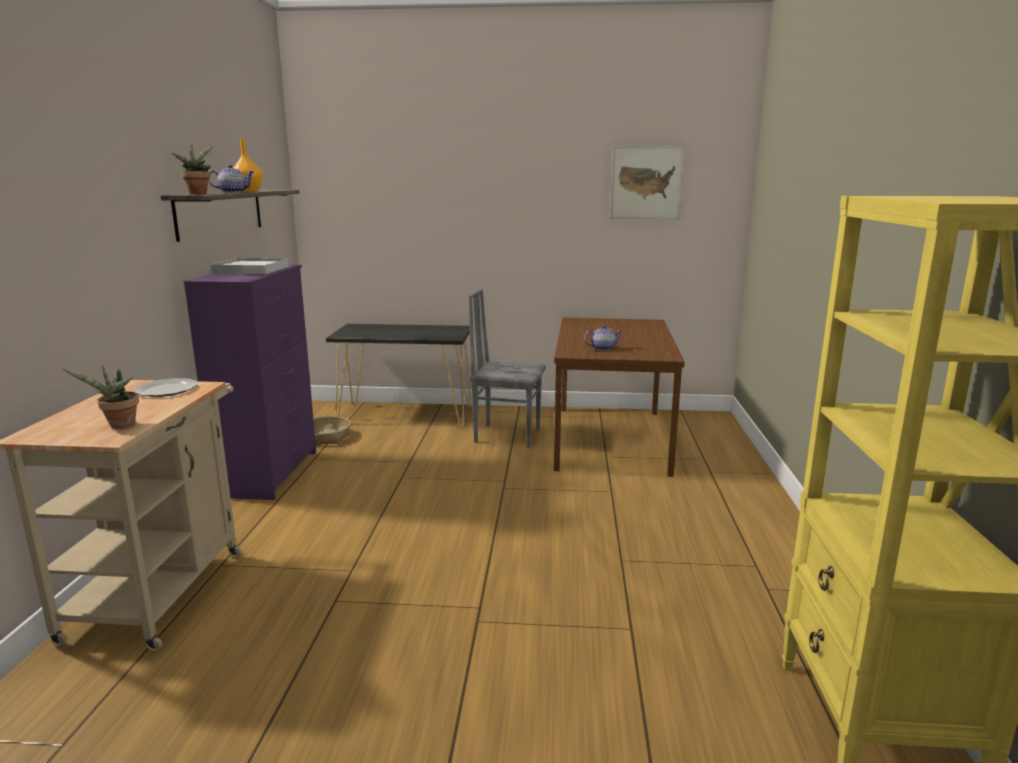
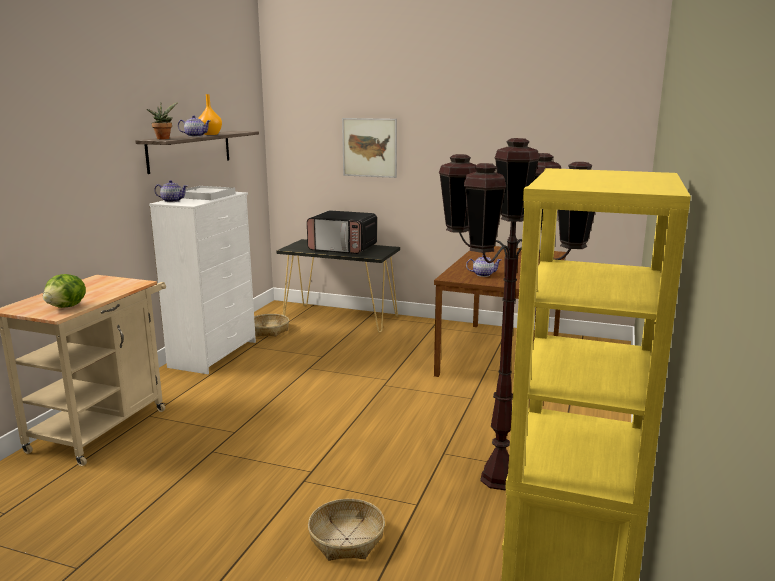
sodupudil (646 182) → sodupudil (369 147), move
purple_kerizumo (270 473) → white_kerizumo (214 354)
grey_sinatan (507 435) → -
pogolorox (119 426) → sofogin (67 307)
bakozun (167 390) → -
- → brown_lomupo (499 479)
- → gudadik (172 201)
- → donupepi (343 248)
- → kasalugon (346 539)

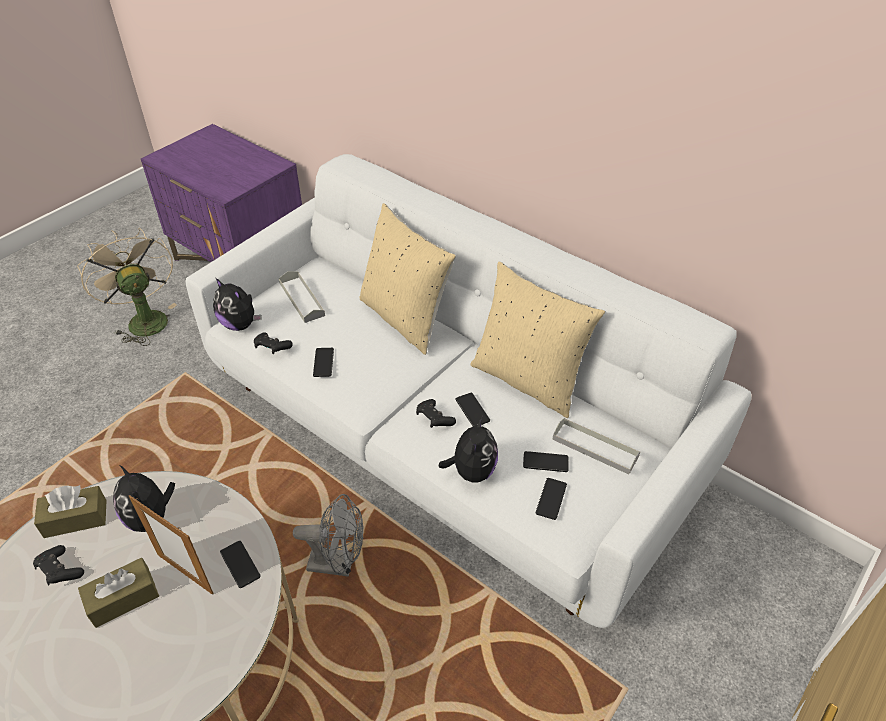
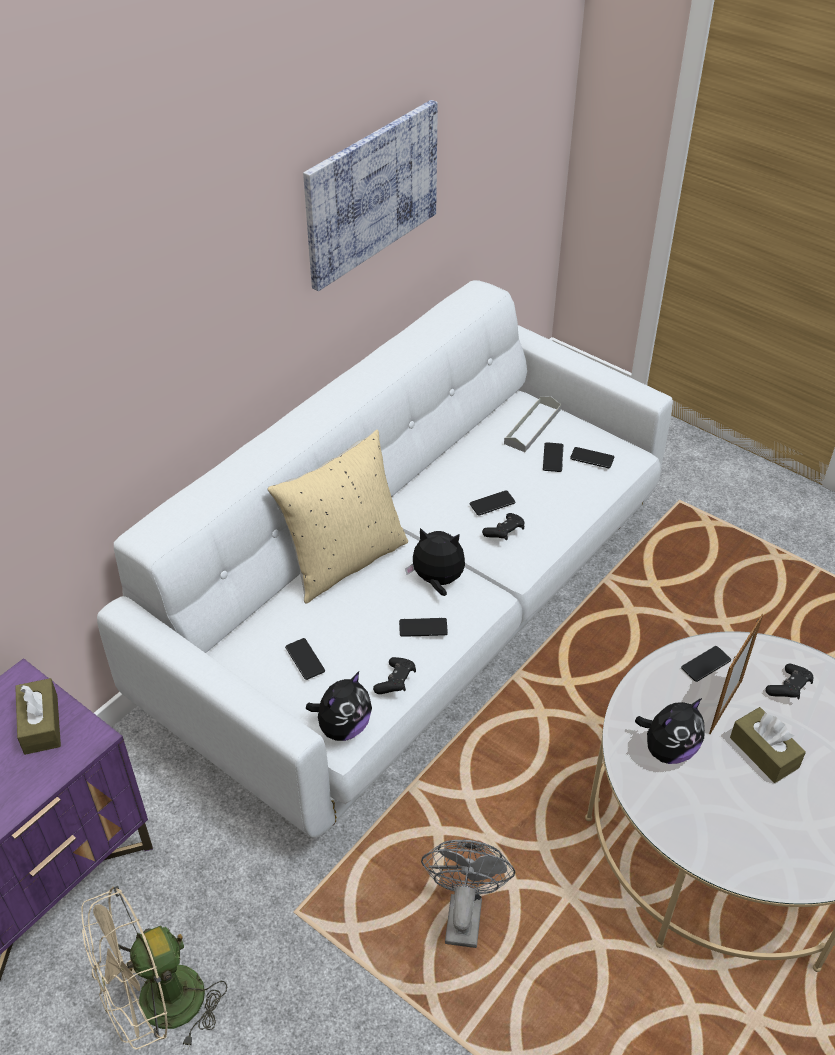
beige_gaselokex (528 380) → -
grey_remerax (301 299) → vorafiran (305 659)
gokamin (472 471) → gokamin (437 581), move
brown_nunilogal (75 519) → brown_nunilogal (41 724), move
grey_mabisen (338 563) → grey_mabisen (463 913), move
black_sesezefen (60 571) → black_sesezefen (789 688), move
- → sodupudil (371 193)

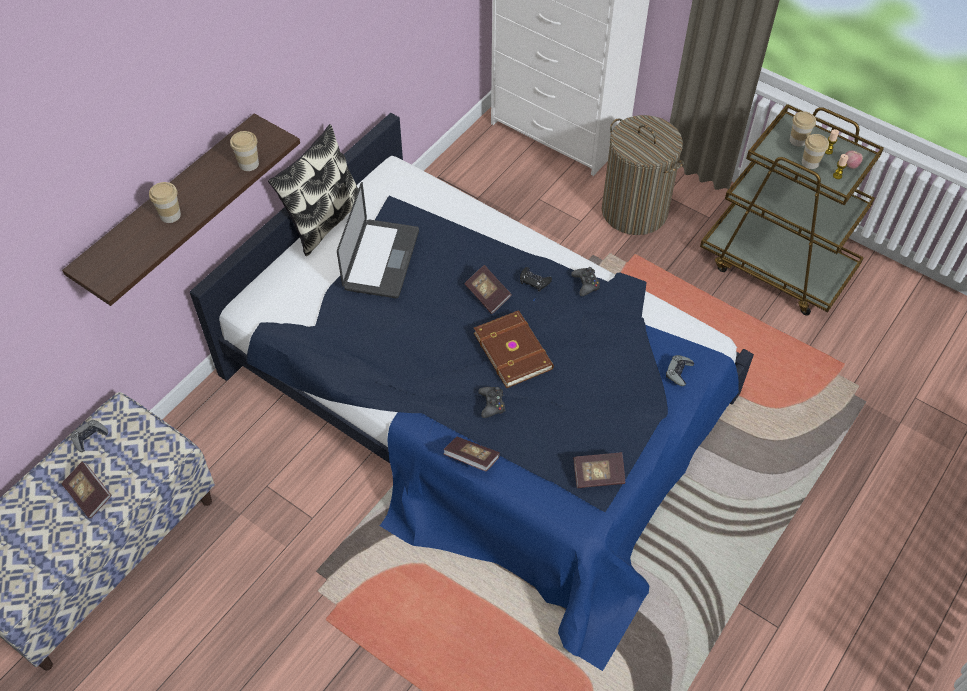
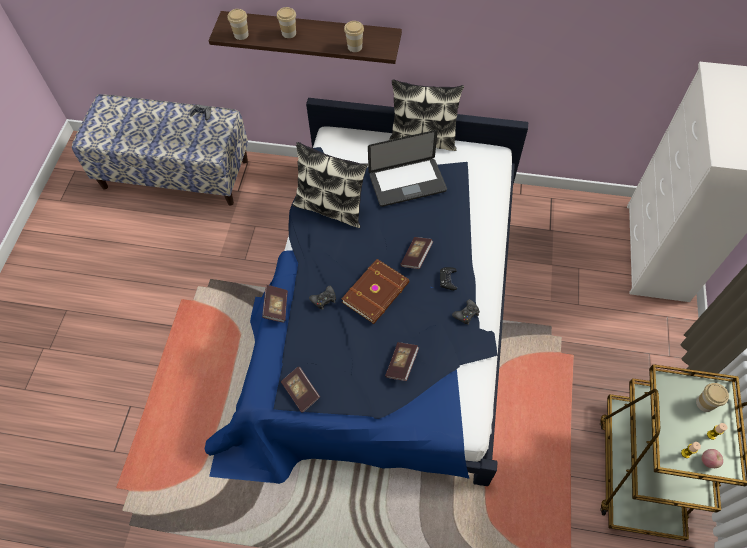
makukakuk (634 211) → -
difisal (810 162) → difisal (241 35), move
grey_sesezefen (678 372) → -
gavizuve (89 495) → gavizuve (401 364), move
- → gaselokex (331 207)

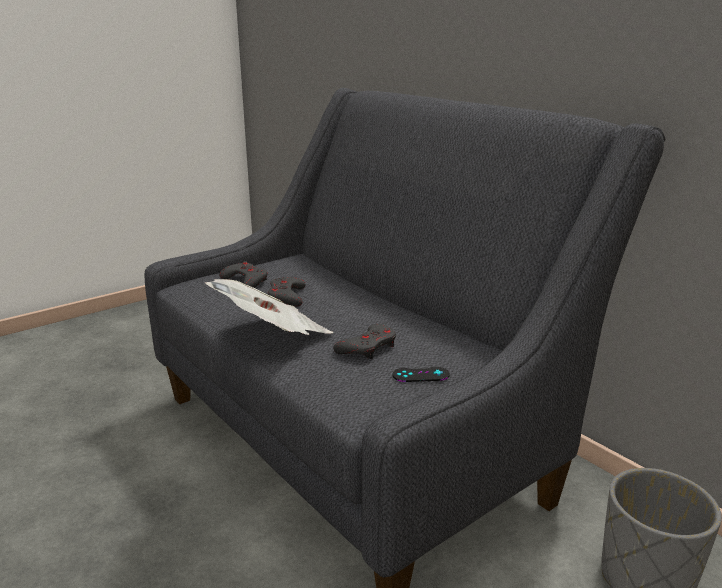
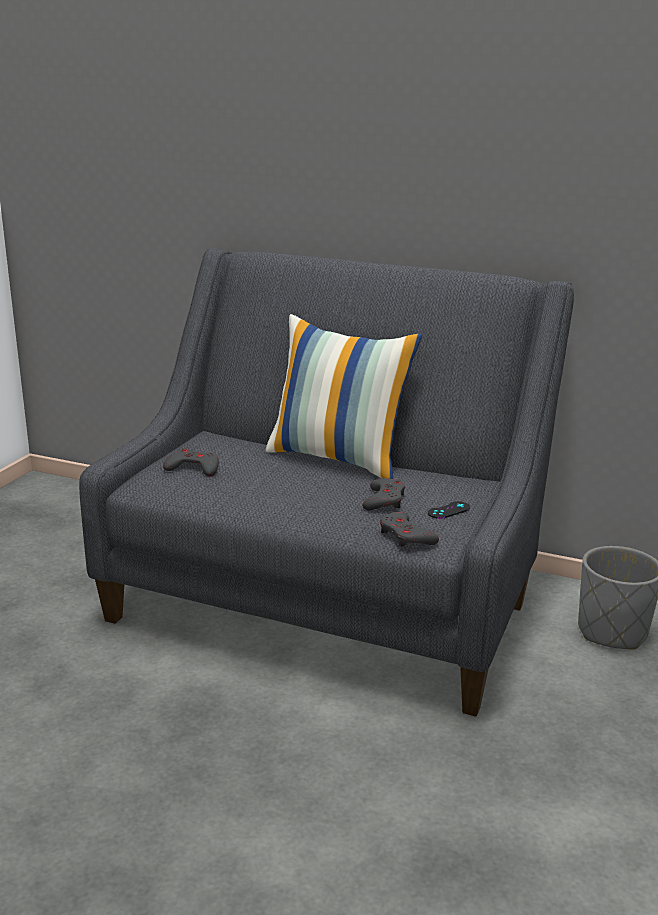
grey_sesezefen (286 297) → grey_sesezefen (406 536), move
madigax (273 336) → -
- → gaselokex (338 458)

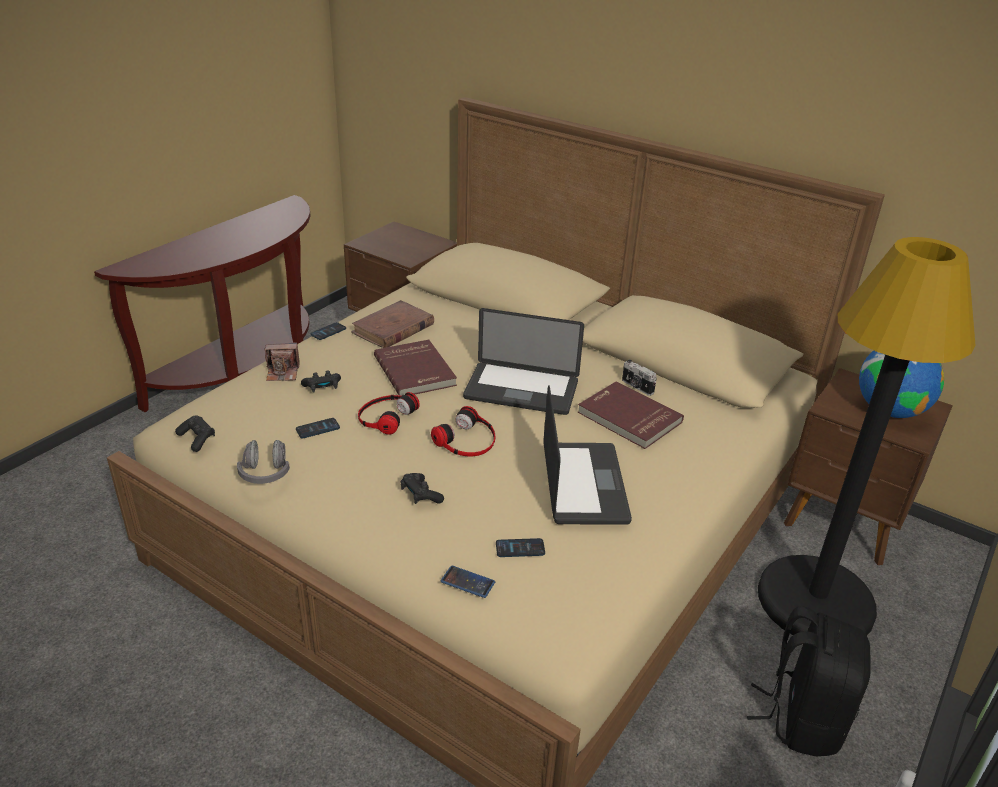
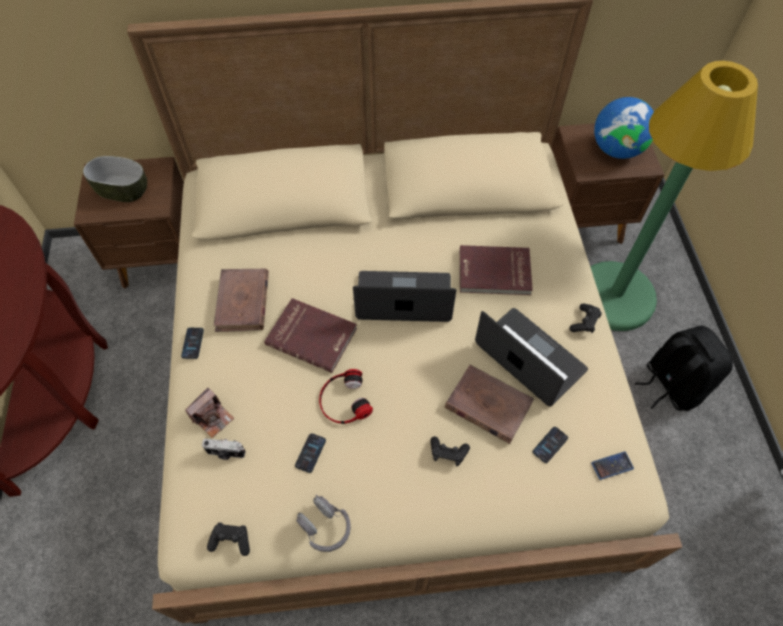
black_lomupo (815 601) → green_lomupo (614 296)
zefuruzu (521 390) → zefuruzu (404 298), 150 degrees counterclockwise
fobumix (636 387) → fobumix (226 453), move
black_sesezefen (322 388) → black_sesezefen (584 322), move
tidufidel (467 440) → -
vorafiran (467 582) → vorafiran (612 465), move
- → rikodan (122 190)
- → brown_gavizuve (487 405)

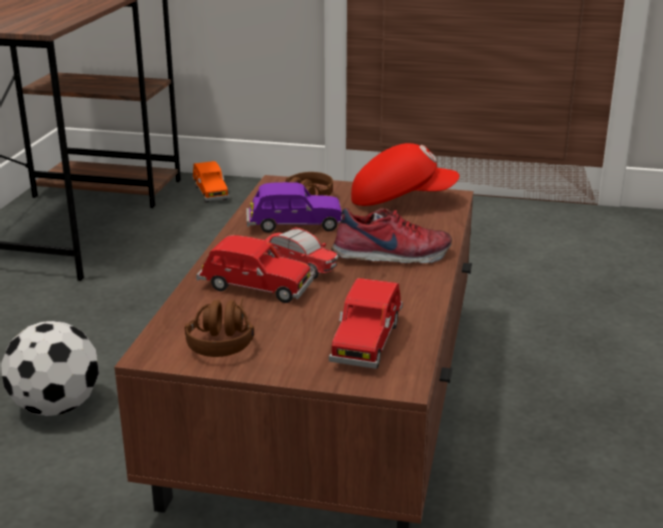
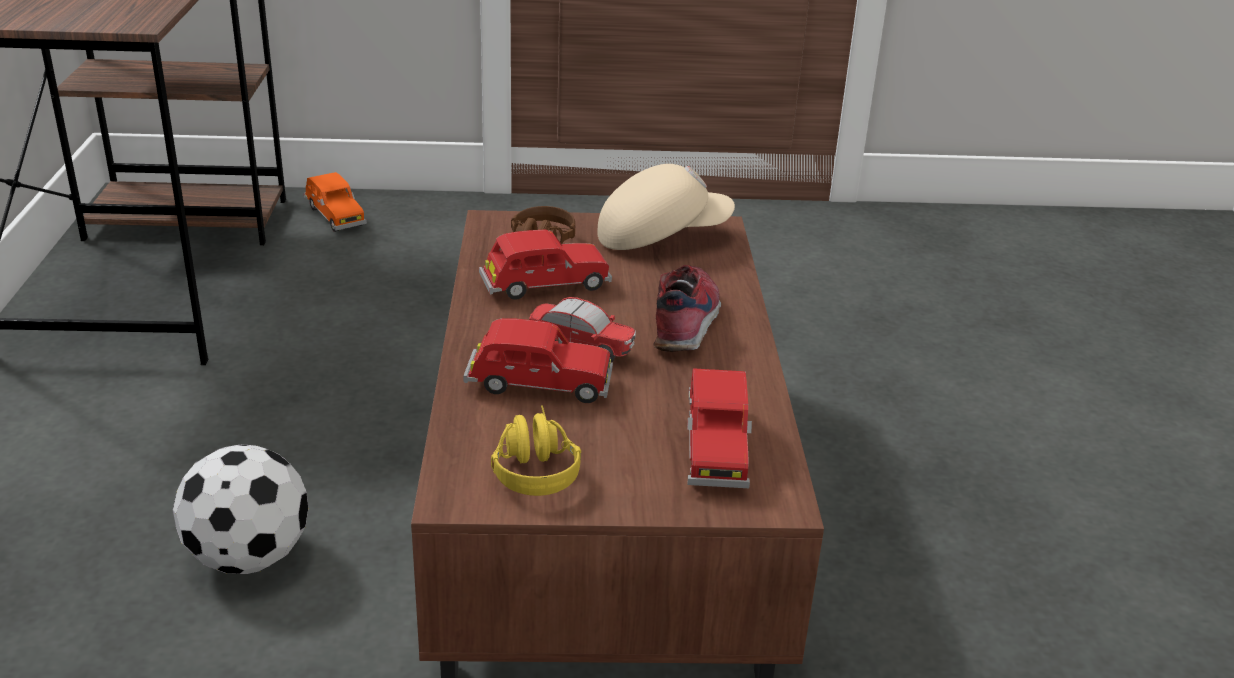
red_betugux (401 200) → beige_betugux (661 236)
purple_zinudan (294 226) → red_zinudan (545 286)
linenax (391 257) → linenax (687 322), 60 degrees counterclockwise
brown_tidufidel (222 338) → yellow_tidufidel (533 464)

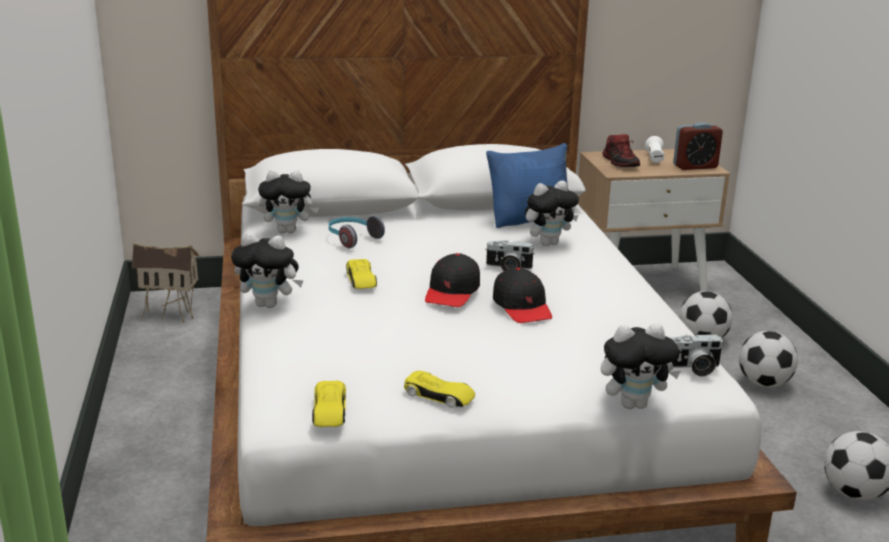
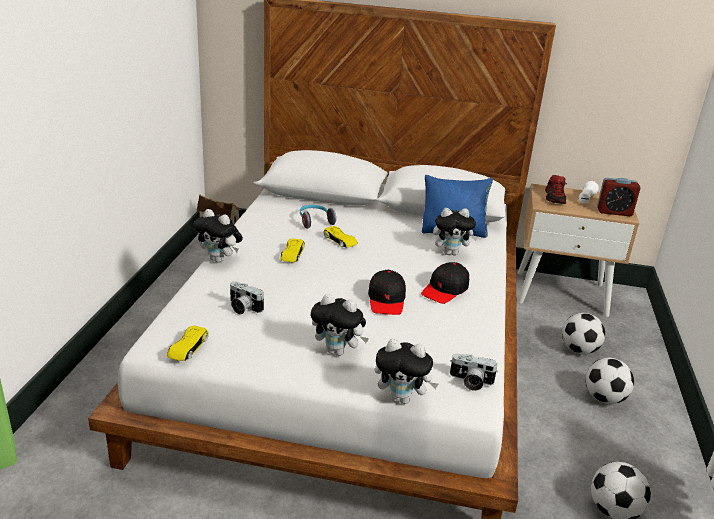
gokamin (288 231) → gokamin (338 351), move
fobumix (508 268) → fobumix (243 308), move
black_betugux (452 292) → black_betugux (445 290), move
yellow_zinudan (439 395) → yellow_zinudan (340 240), move

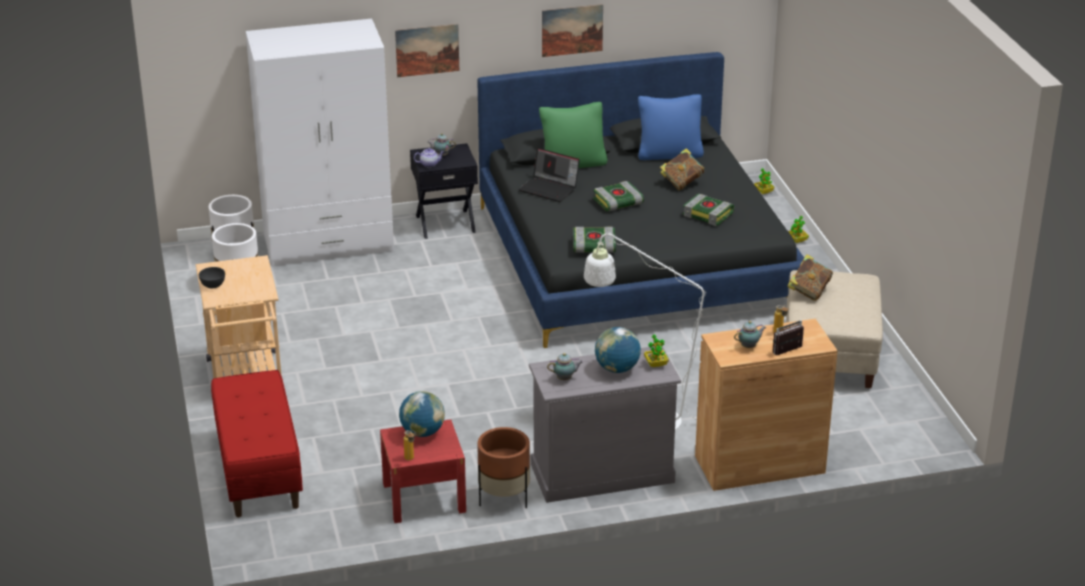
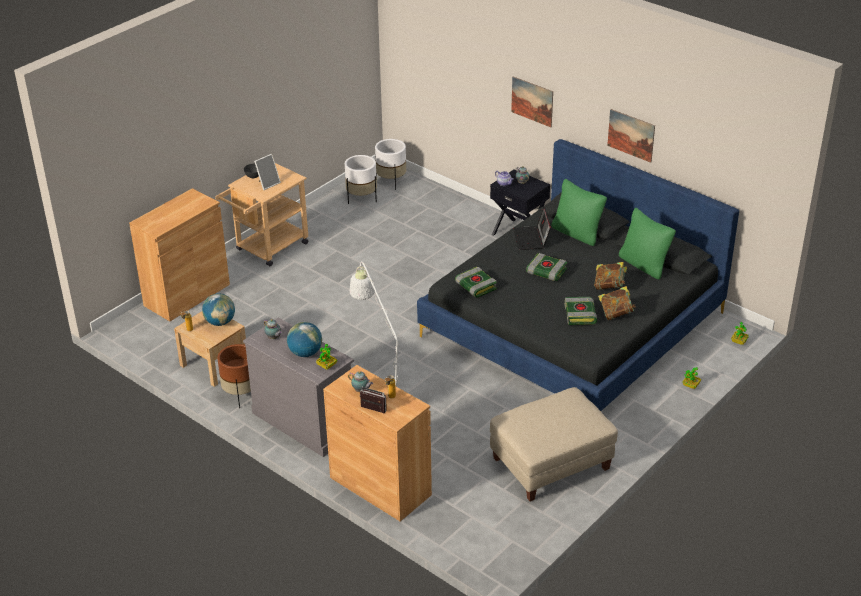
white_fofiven (329 243) → -
blue_gaselokex (669 154) → green_gaselokex (644 265)
gavizuve (809 291) → gavizuve (616 314), move
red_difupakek (258 470) → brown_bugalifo (187 295)
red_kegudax (424 497) → beige_kegudax (214 364)
- → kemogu (268 183)

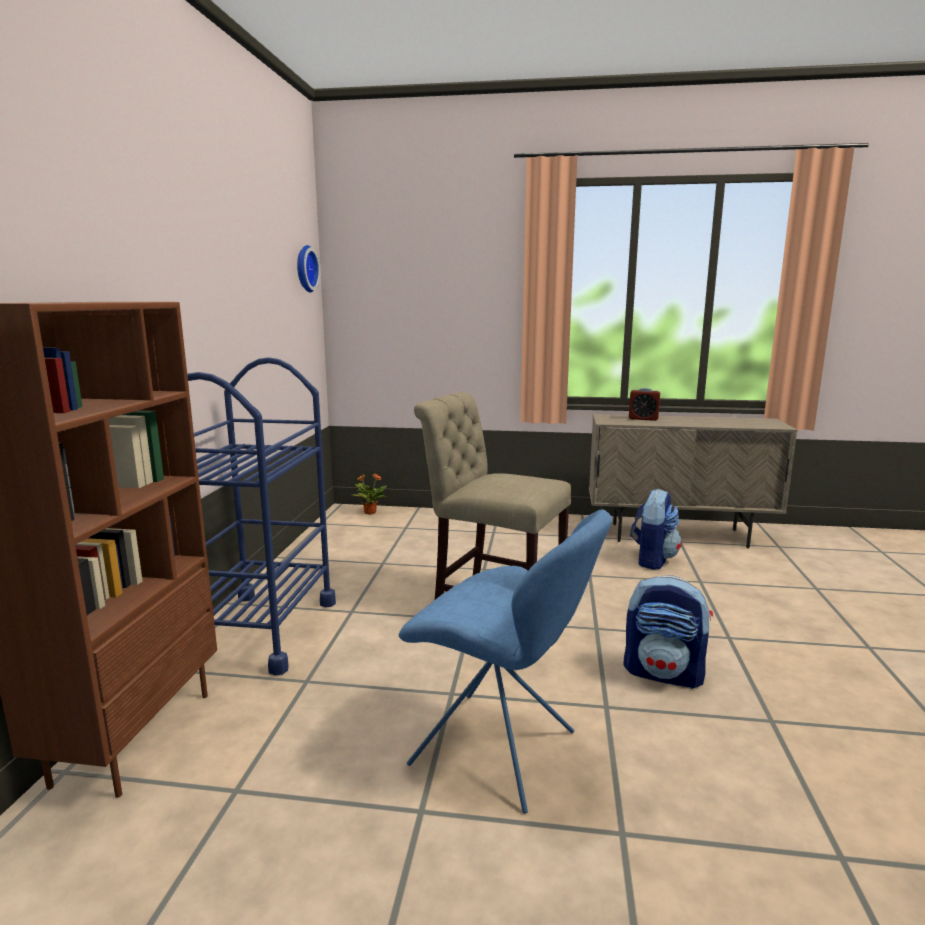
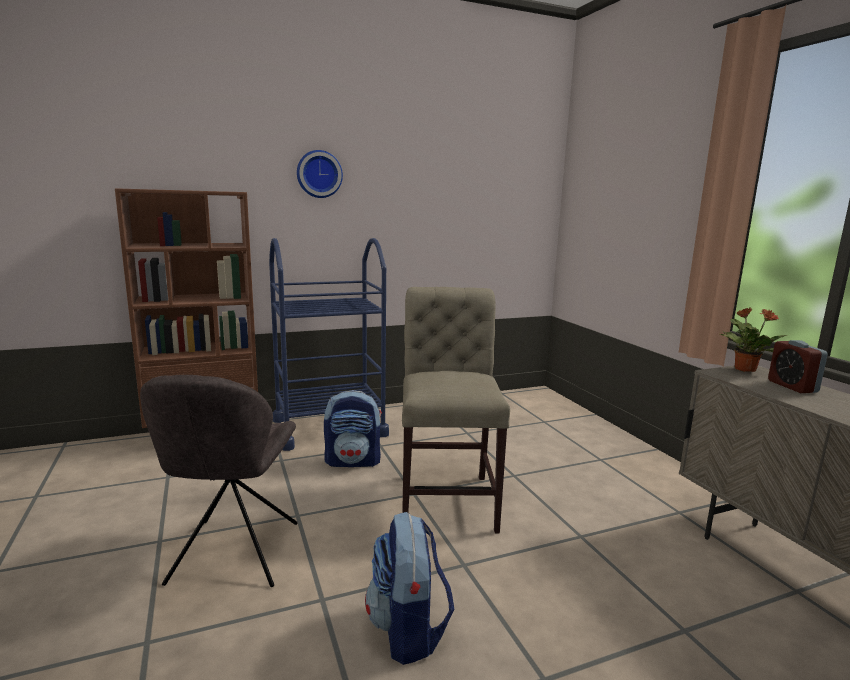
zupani (304 269) → zupani (319 174), move
pogolorox (369 512) → pogolorox (744 369), move
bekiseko (652 559) → bekiseko (353 461), move
blue_sinatan (499 751) → grey_sinatan (233 556)

